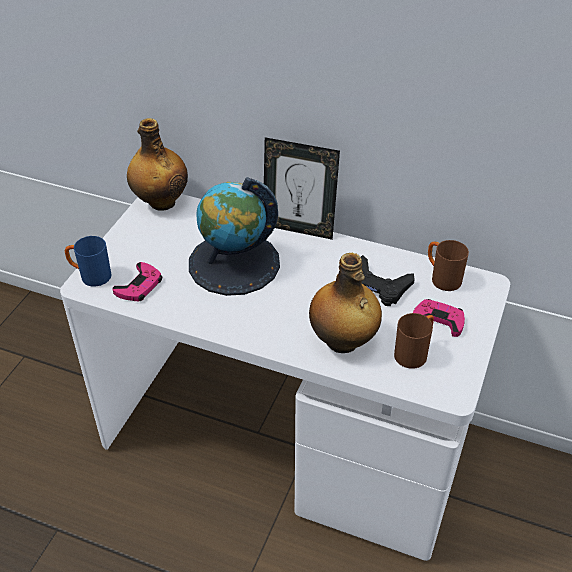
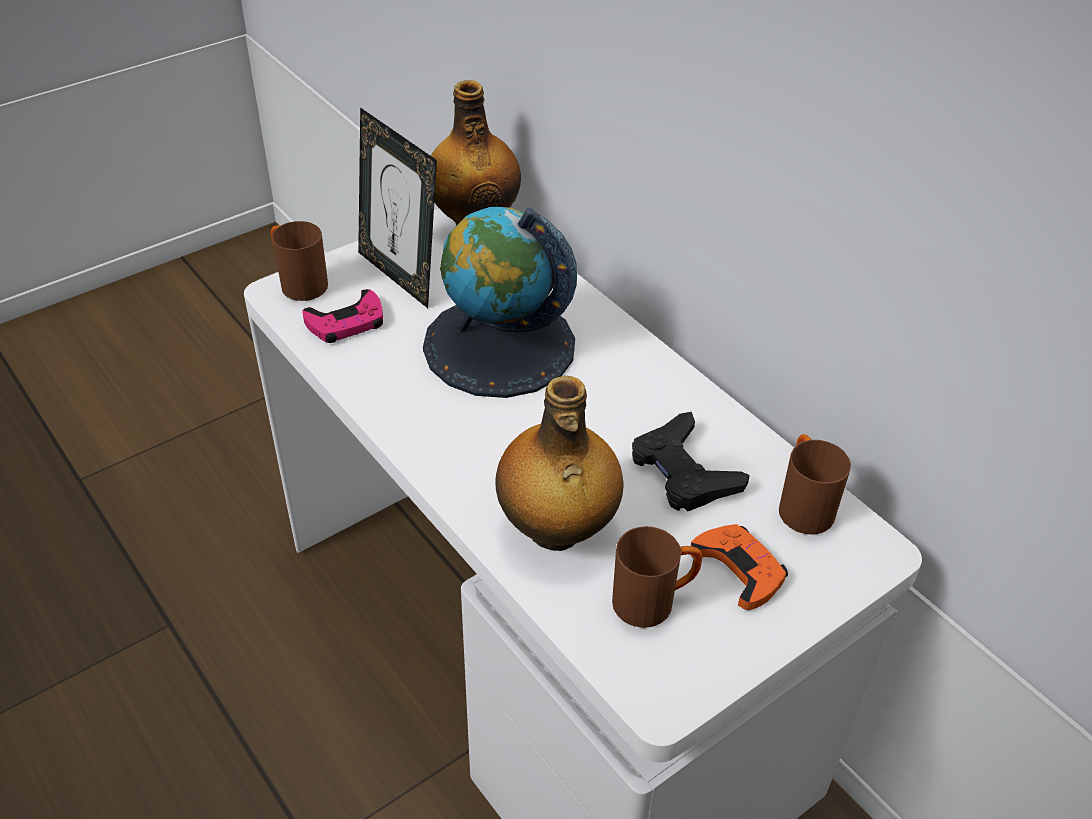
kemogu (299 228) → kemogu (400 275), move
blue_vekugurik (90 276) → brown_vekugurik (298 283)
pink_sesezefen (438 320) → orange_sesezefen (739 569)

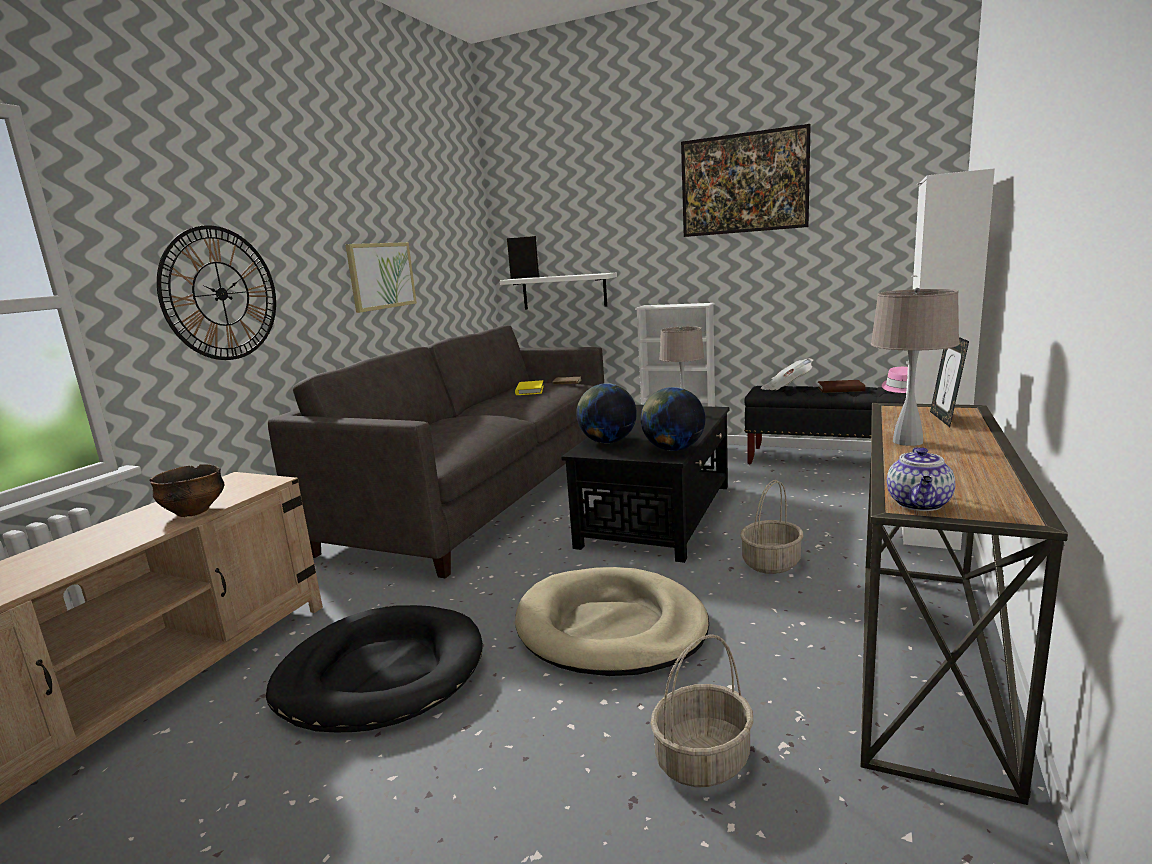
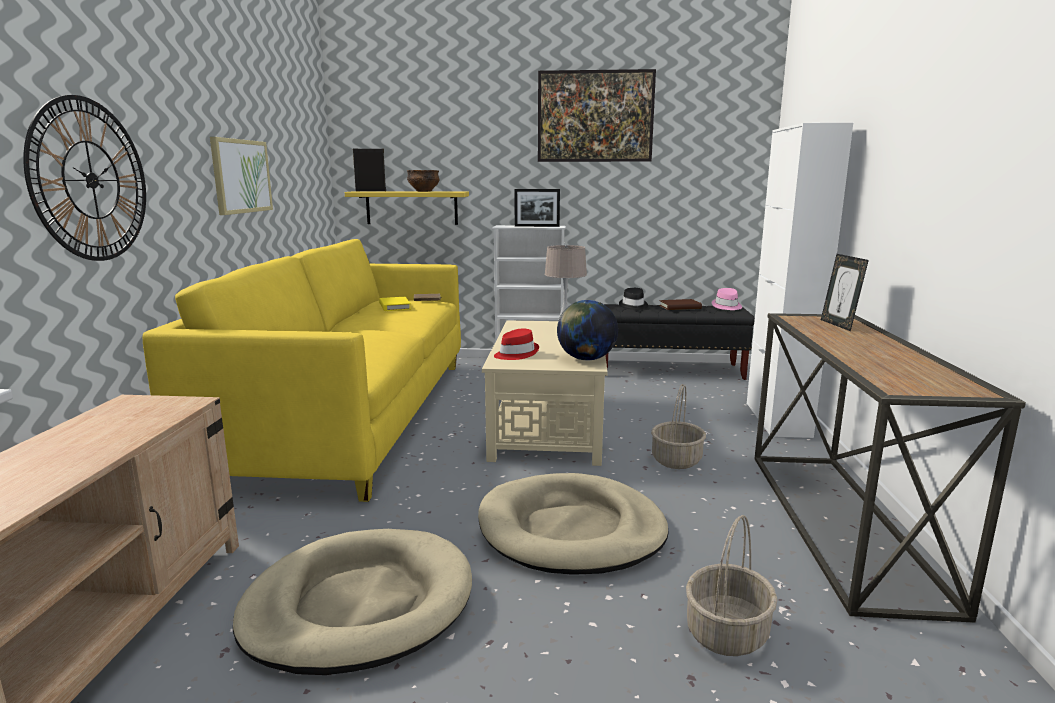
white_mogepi (564 291) → yellow_mogepi (411 208)
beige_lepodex (907 441) → -
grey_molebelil (481 494) → yellow_molebelil (352 415)
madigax (786 388) → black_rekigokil (633 306)
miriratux (607 442) → red_rekigokil (516 354)
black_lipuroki (658 514) → beige_lipuroki (549 424)
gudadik (919 504) → -
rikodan (194 511) → rikodan (424 191), move
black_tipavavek (381 674) → beige_tipavavek (359 605)
- → kemogu (537 226)

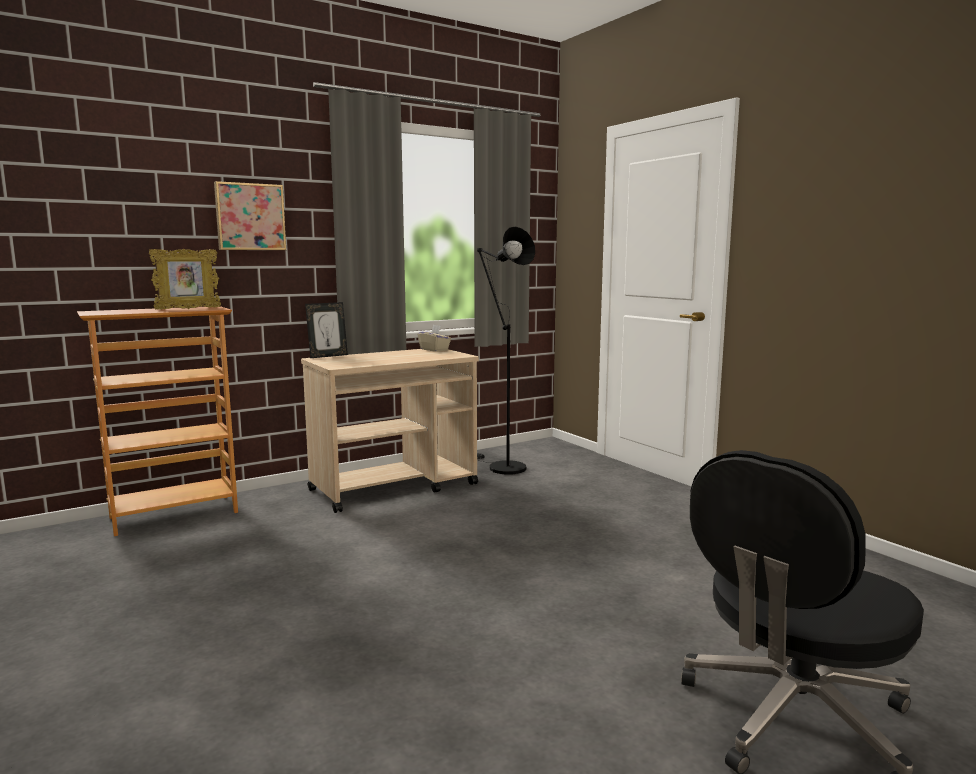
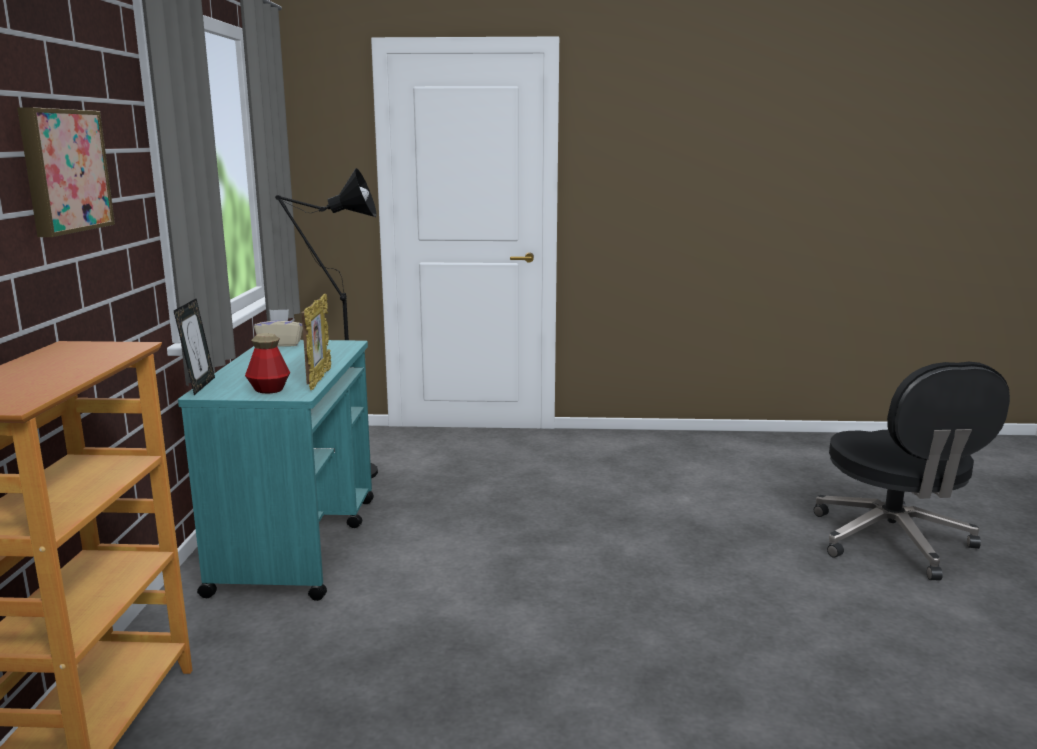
kemogu (188 309) → kemogu (319 379), move
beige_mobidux (395 487) → turquoise_mobidux (297 543)
- → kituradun (269 390)

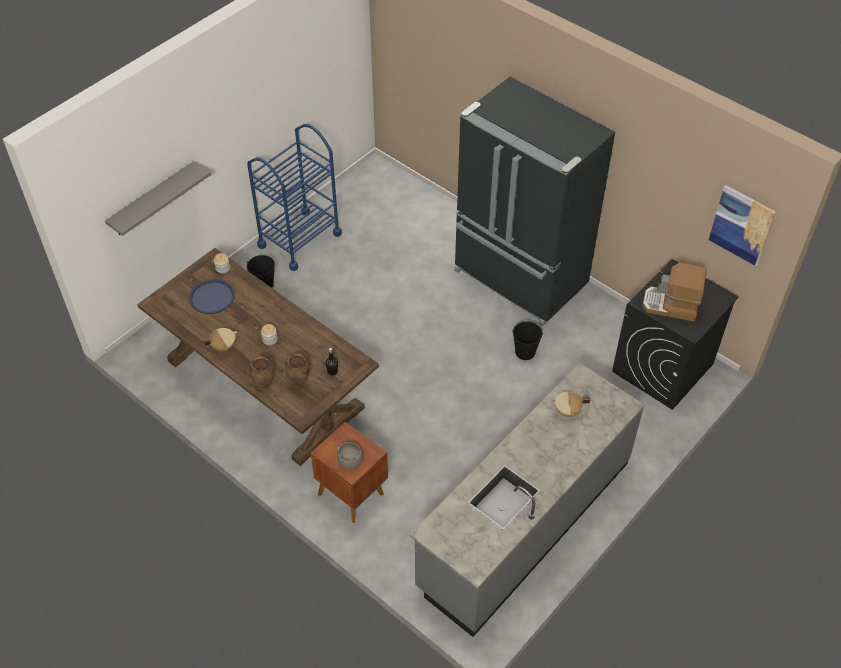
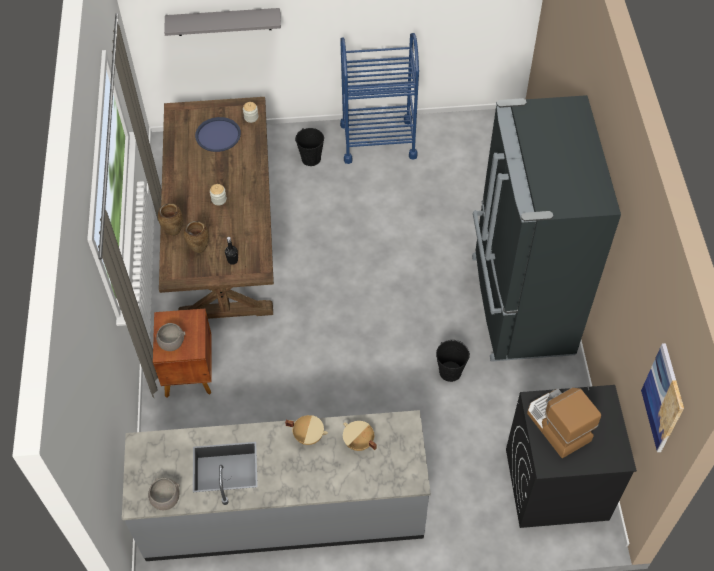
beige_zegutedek (223 346) → beige_zegutedek (308 435), move
- → grey_rikodan (165 498)

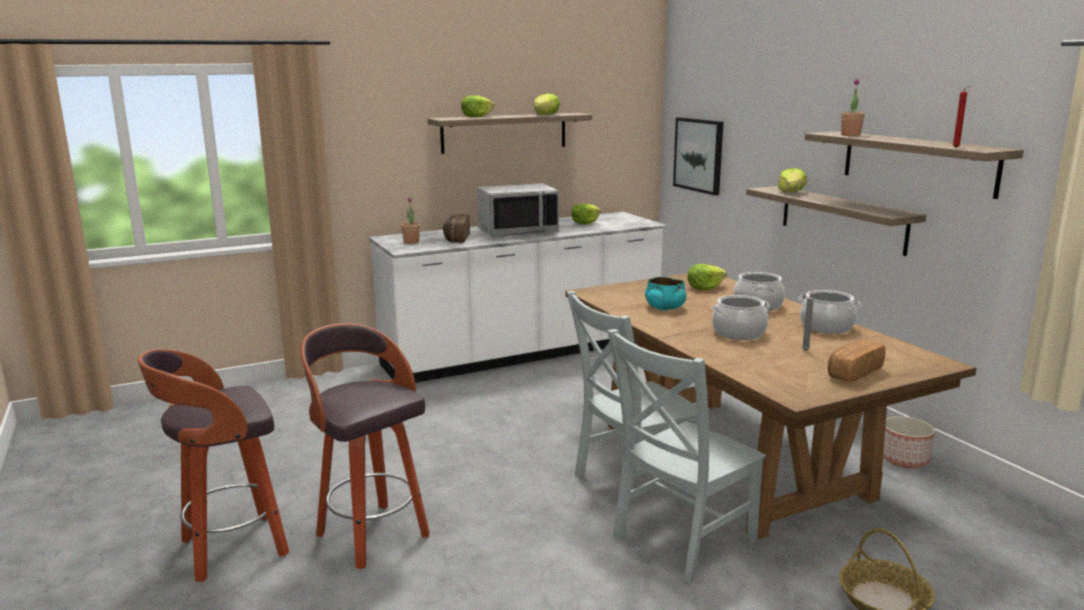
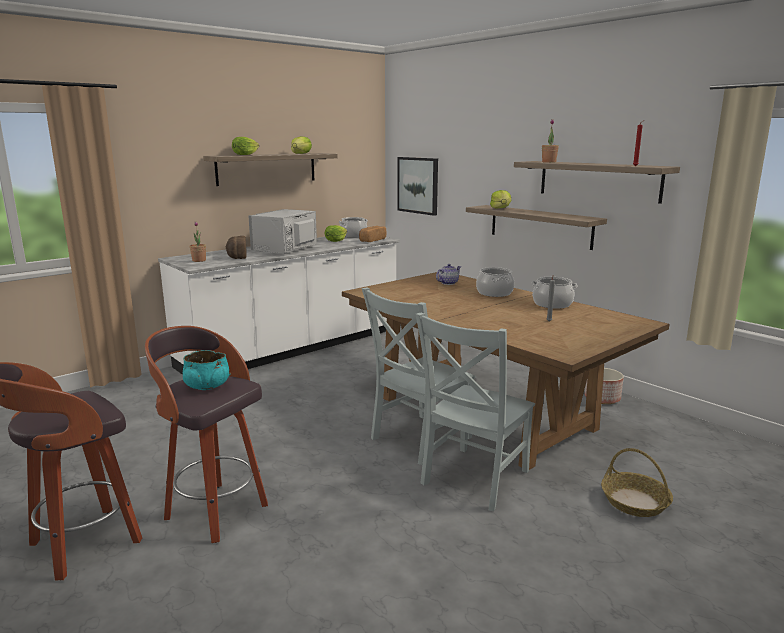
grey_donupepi (518 231) → grey_donupepi (285 249), 150 degrees clockwise
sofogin (705 288) → gudadik (448 283)
turquoise_rikodan (664 307) → turquoise_rikodan (207 385), move
zegutedek (738 333) → zegutedek (353 235), move
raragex (853 373) → raragex (372 240), move

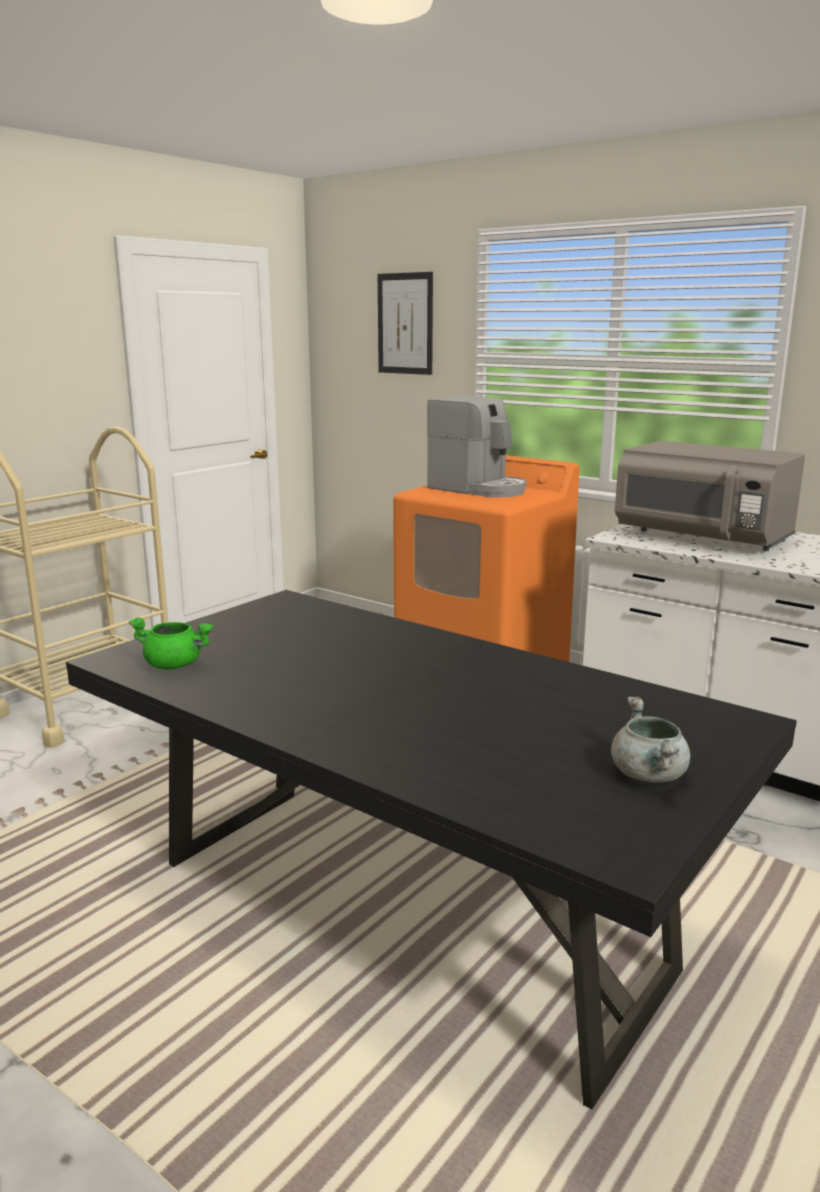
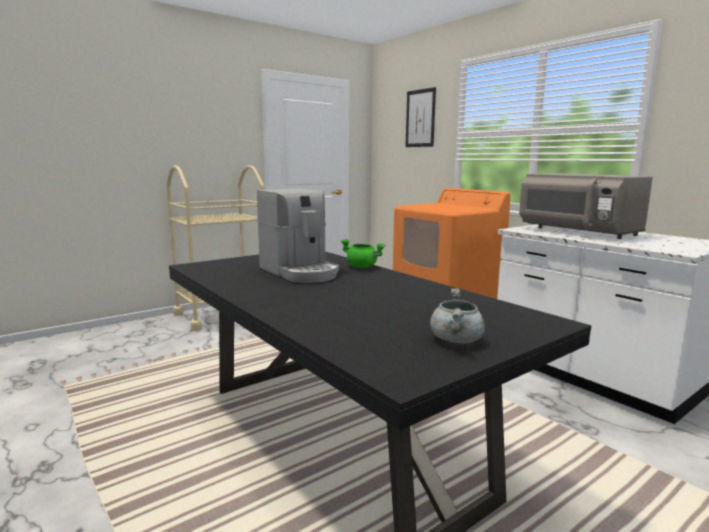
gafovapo (478 489) → gafovapo (300 272), move
green_zegutedek (175 665) → green_zegutedek (362 267), move

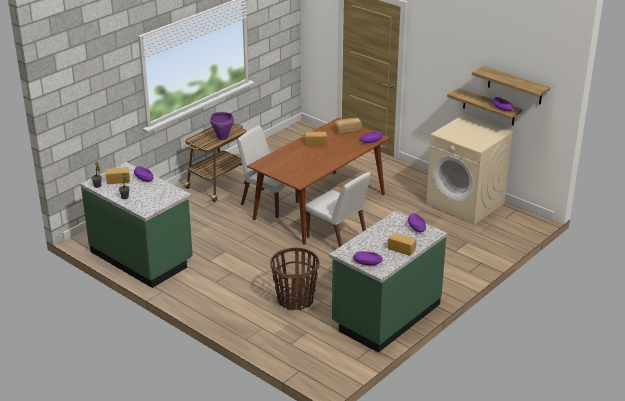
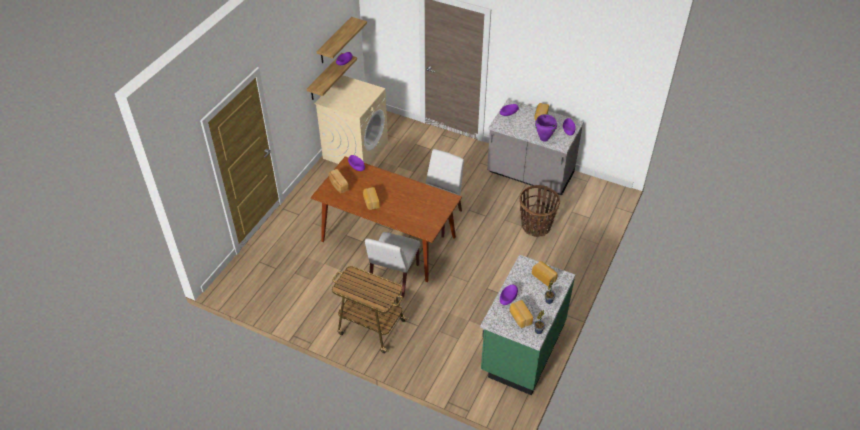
purple_zegutedek (222 137) → purple_zegutedek (544 138), move
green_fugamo (385 315) → grey_fugamo (530 174)
- → raragex (544 276)

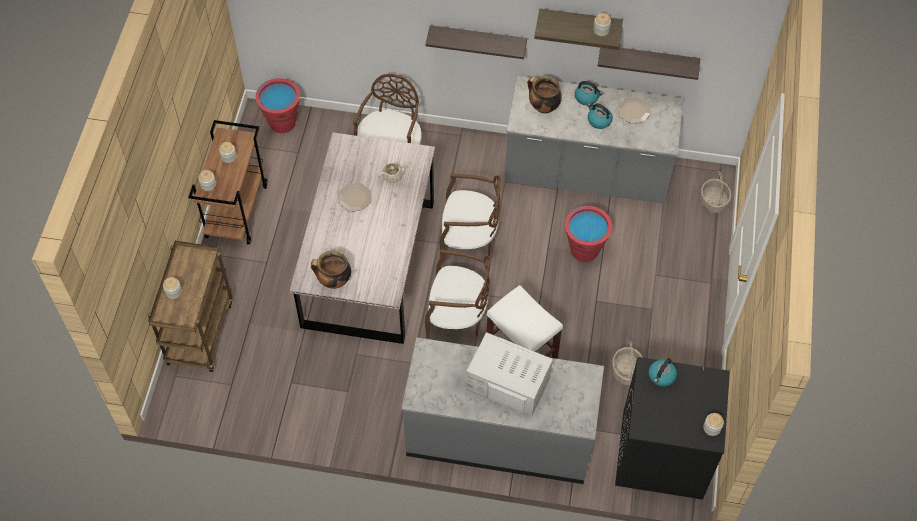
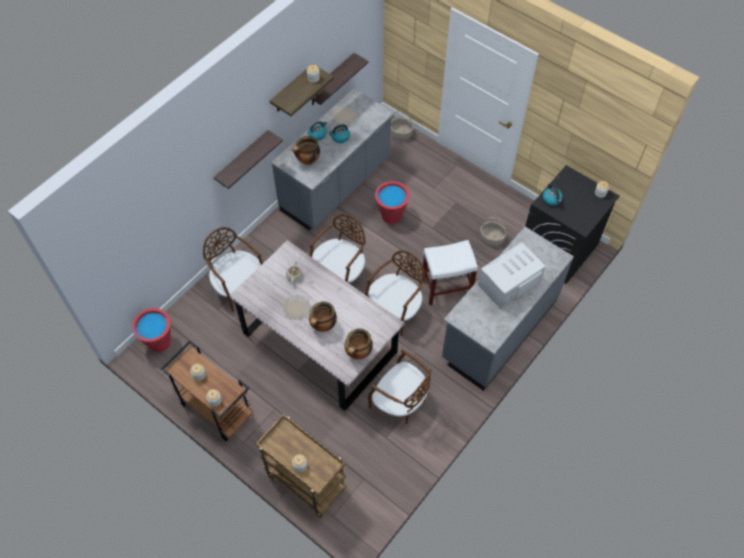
- → zegutedek (323 326)
- → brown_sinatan (400 402)

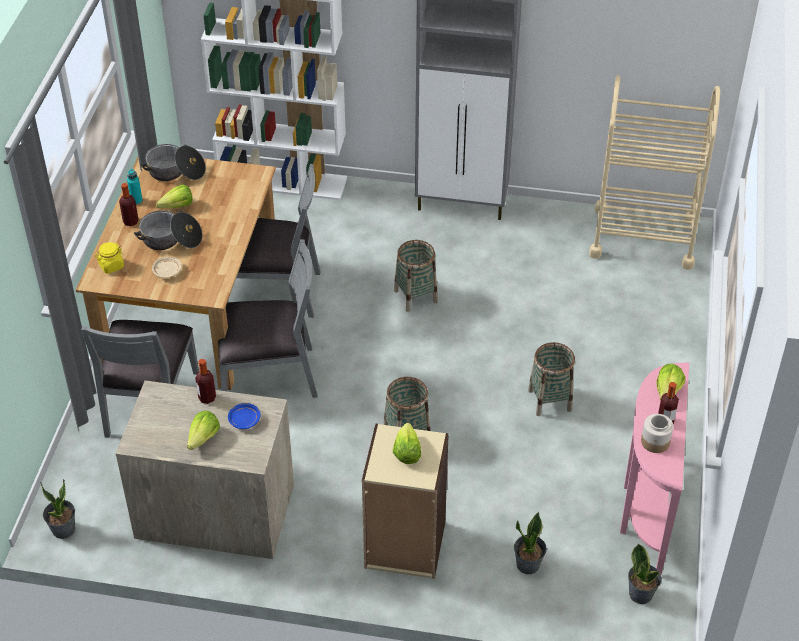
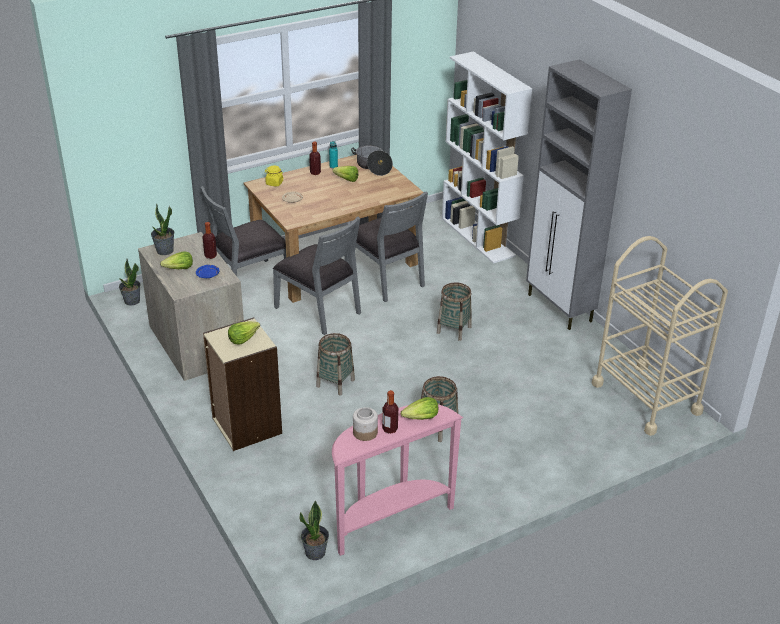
zegutedek (171 240) → -
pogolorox (528 565) → pogolorox (165 251), move

